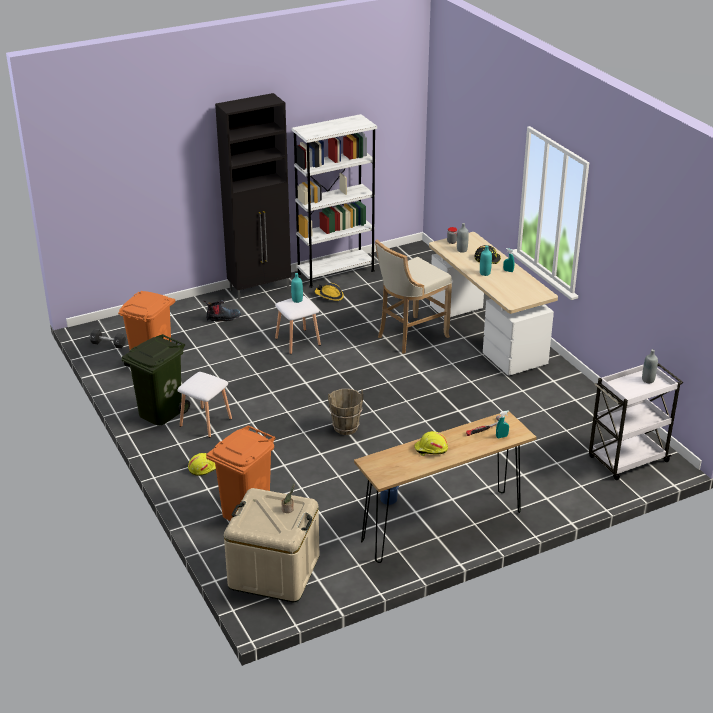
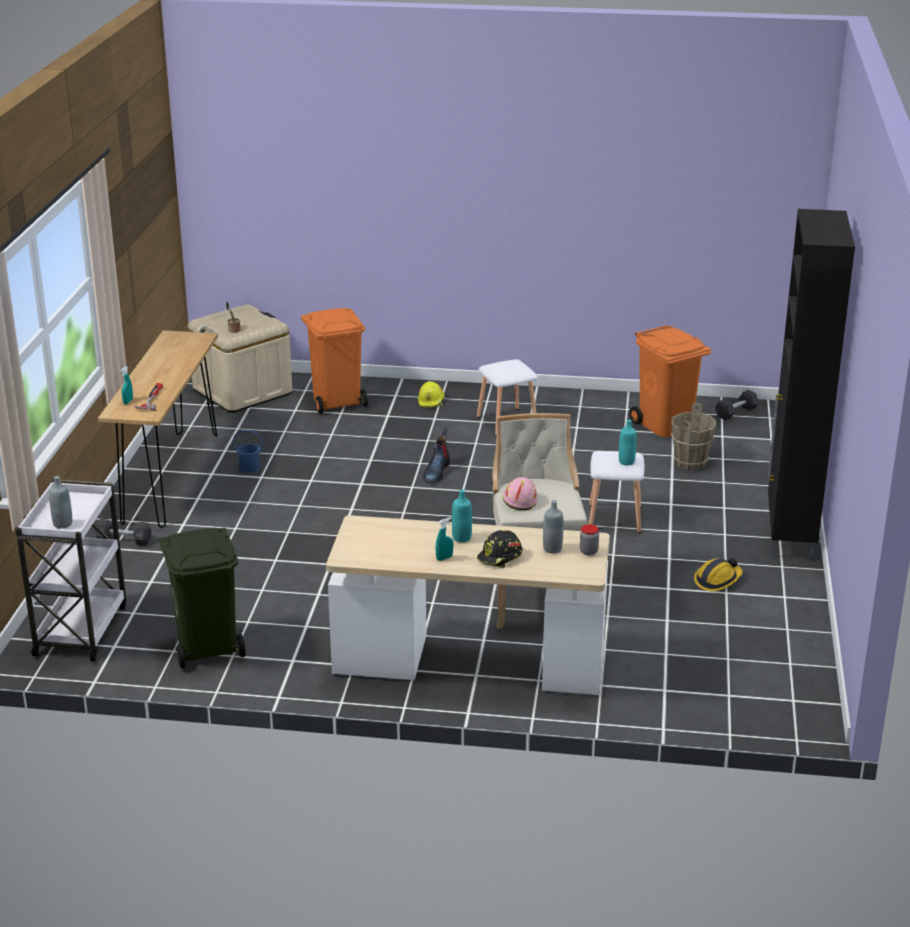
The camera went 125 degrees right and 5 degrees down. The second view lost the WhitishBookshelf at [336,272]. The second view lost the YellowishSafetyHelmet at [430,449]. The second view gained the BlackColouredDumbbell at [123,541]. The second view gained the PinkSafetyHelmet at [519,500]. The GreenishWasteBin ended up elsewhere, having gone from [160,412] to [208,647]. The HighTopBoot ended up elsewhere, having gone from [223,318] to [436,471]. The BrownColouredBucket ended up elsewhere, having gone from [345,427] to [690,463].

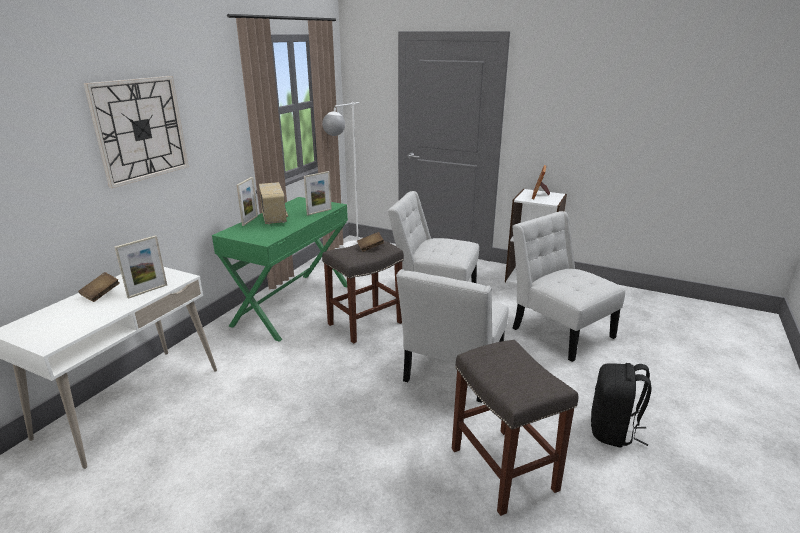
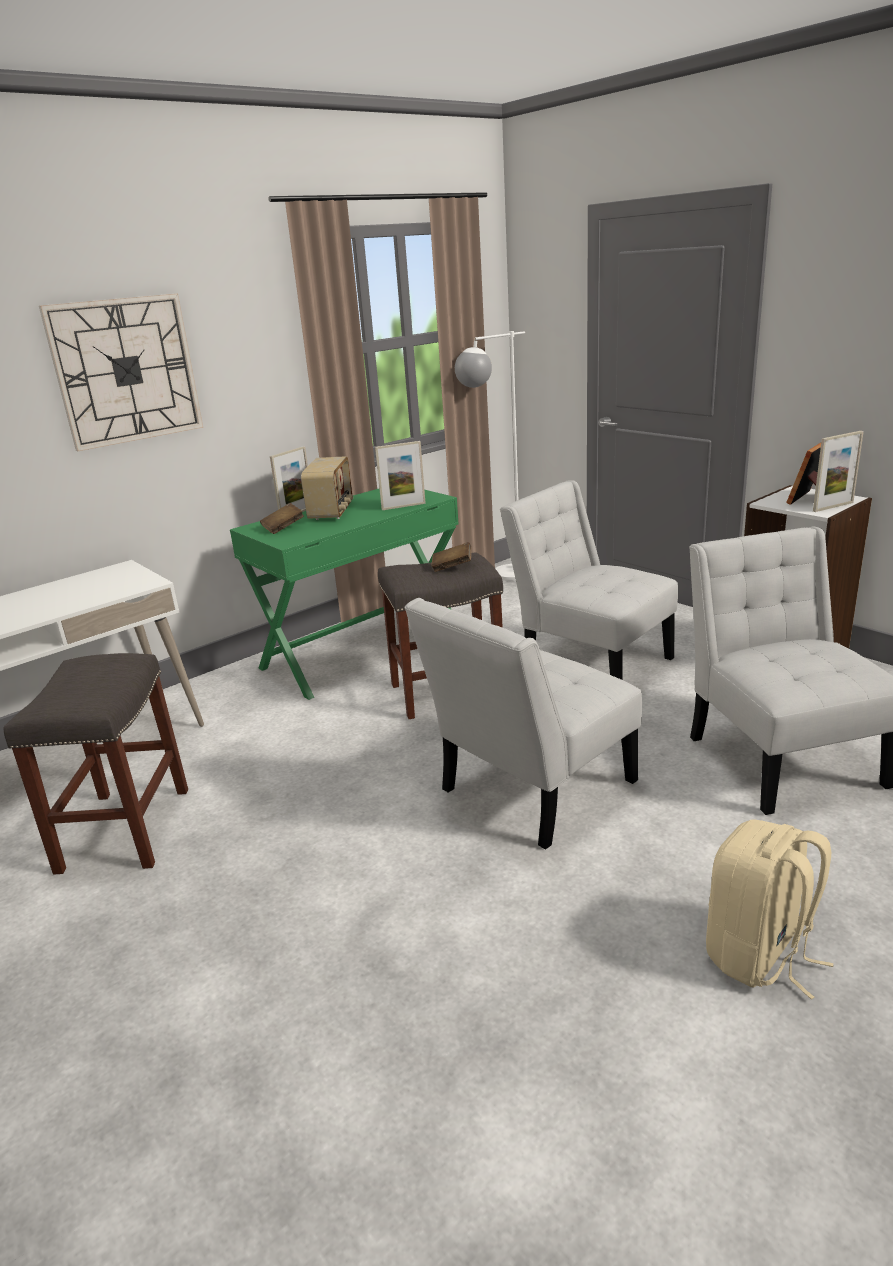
The camera went 25 degrees right and 0 degrees up. The BrownColouredBook ended up elsewhere, having gone from [101,294] to [283,528]. The StandingFrame ended up elsewhere, having gone from [147,291] to [833,507]. The GrayStool ended up elsewhere, having gone from [504,469] to [125,830]. What was the BlackColouredKnapsack at [613,431] turned into the SandColouredKnapsack at [760,955].

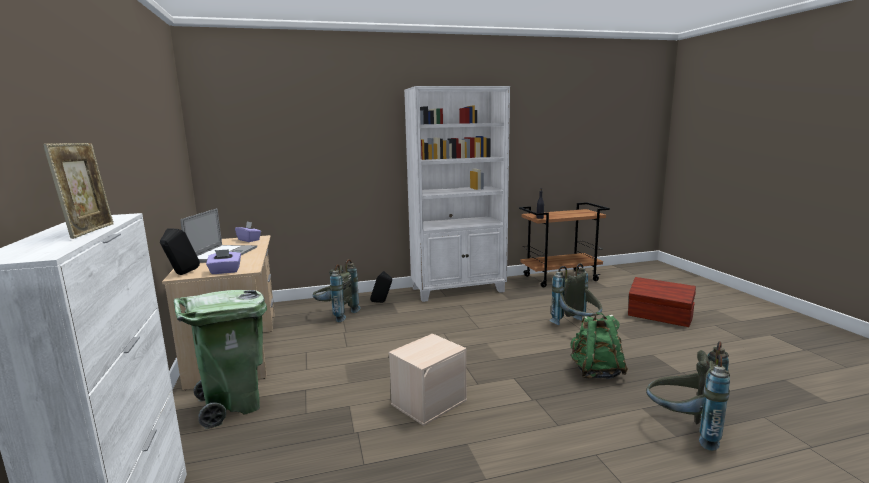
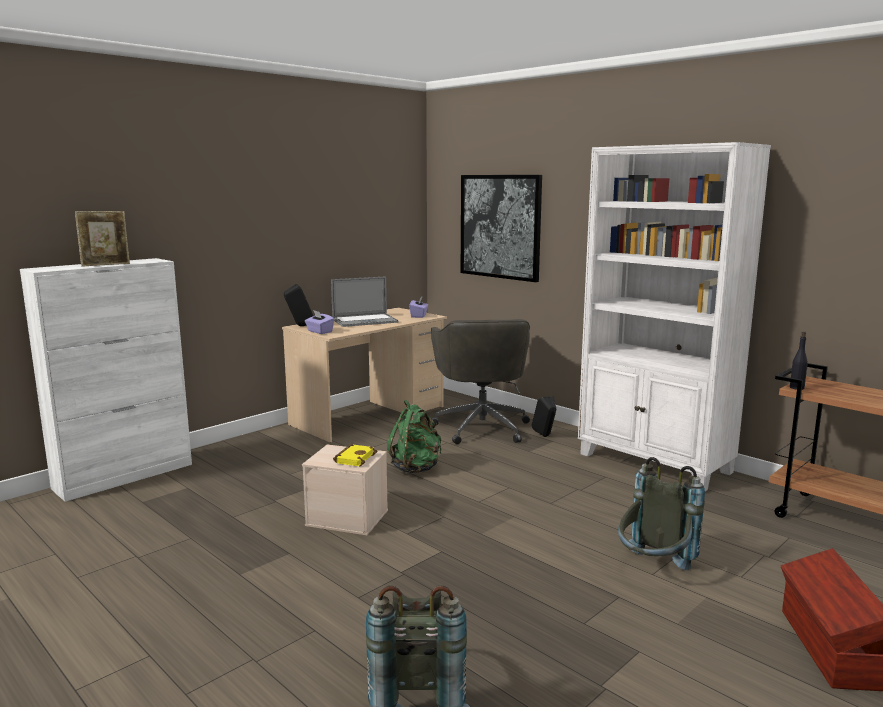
The camera went 60 degrees right and 0 degrees up. The second view lost the GreenishWasteBin at [232,405]. The second view gained the YellowishBook at [354,458]. The second view gained the Picture at [500,226]. The GreenishKnapsack ended up elsewhere, having gone from [596,372] to [416,468]. Where the GrayKnapsack stood at [335,315], the GrayComputerChair came to stand at [481,427].

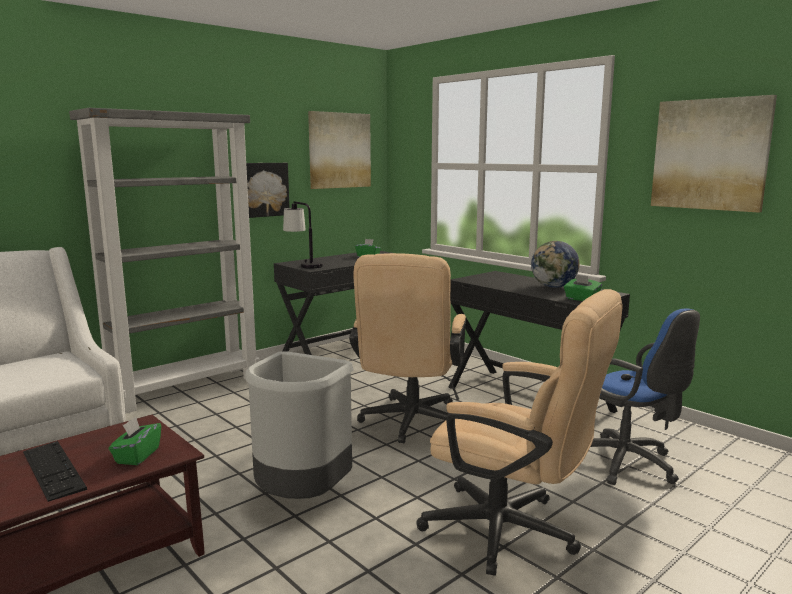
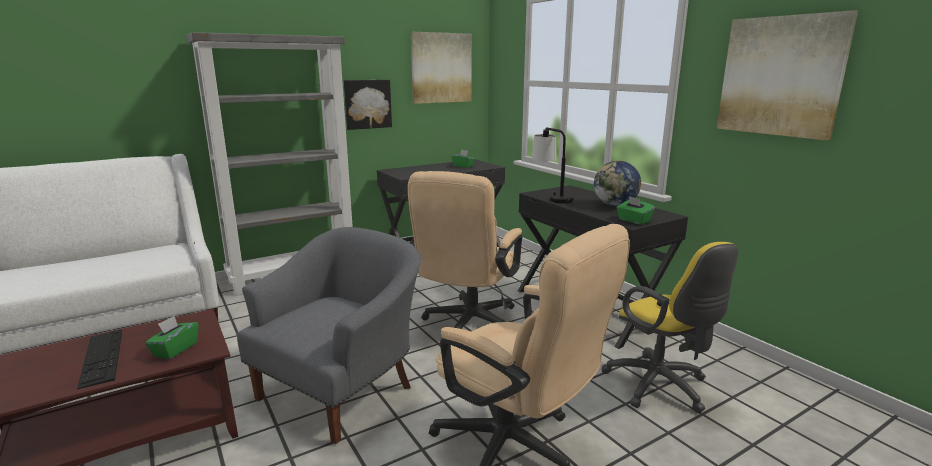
The camera went 10 degrees right and 5 degrees up. The TabletopLamp ended up elsewhere, having gone from [303,265] to [551,198]. Where the GrayWasteBin stood at [301,498], the GrayEasyChair came to stand at [342,390]. What was the BlueComputerChair at [629,465] turned into the YellowishComputerChair at [660,387].

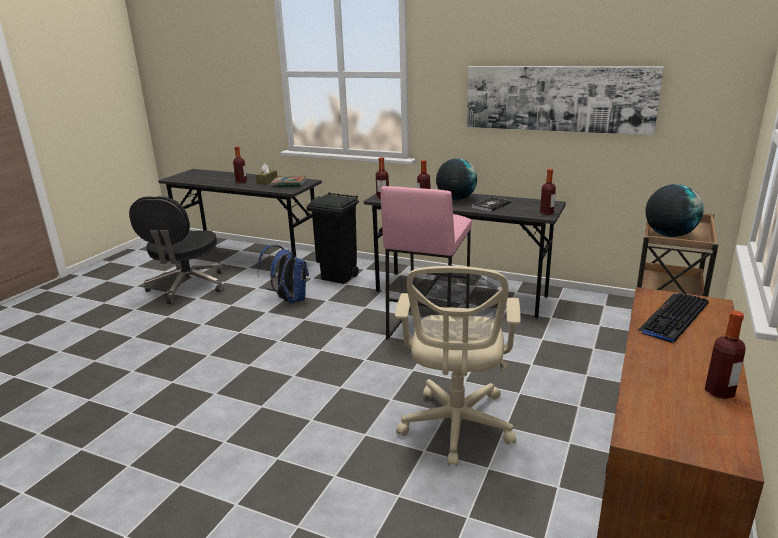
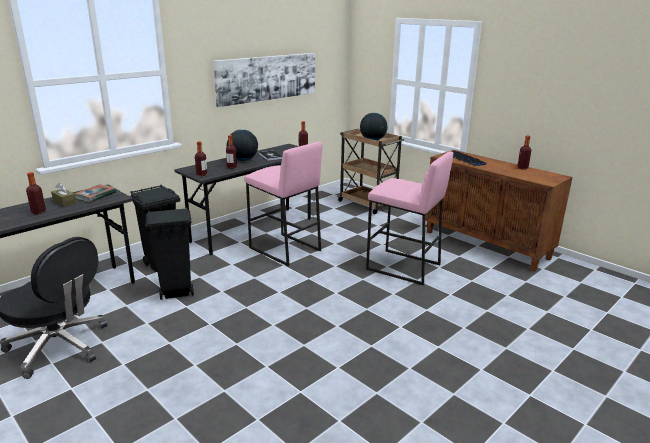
The camera went 70 degrees left and 0 degrees up. Where the BlueKnapsack stood at [289,300], the BlackColouredWasteBin came to stand at [176,292]. Where the SandColouredComputerChair stood at [456,428], the PinkStool came to stand at [403,267].

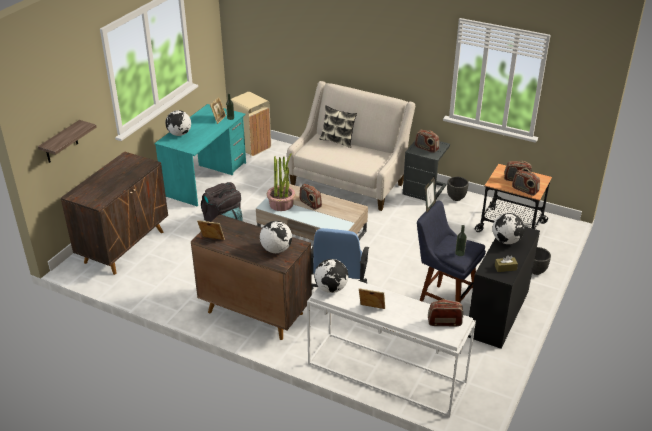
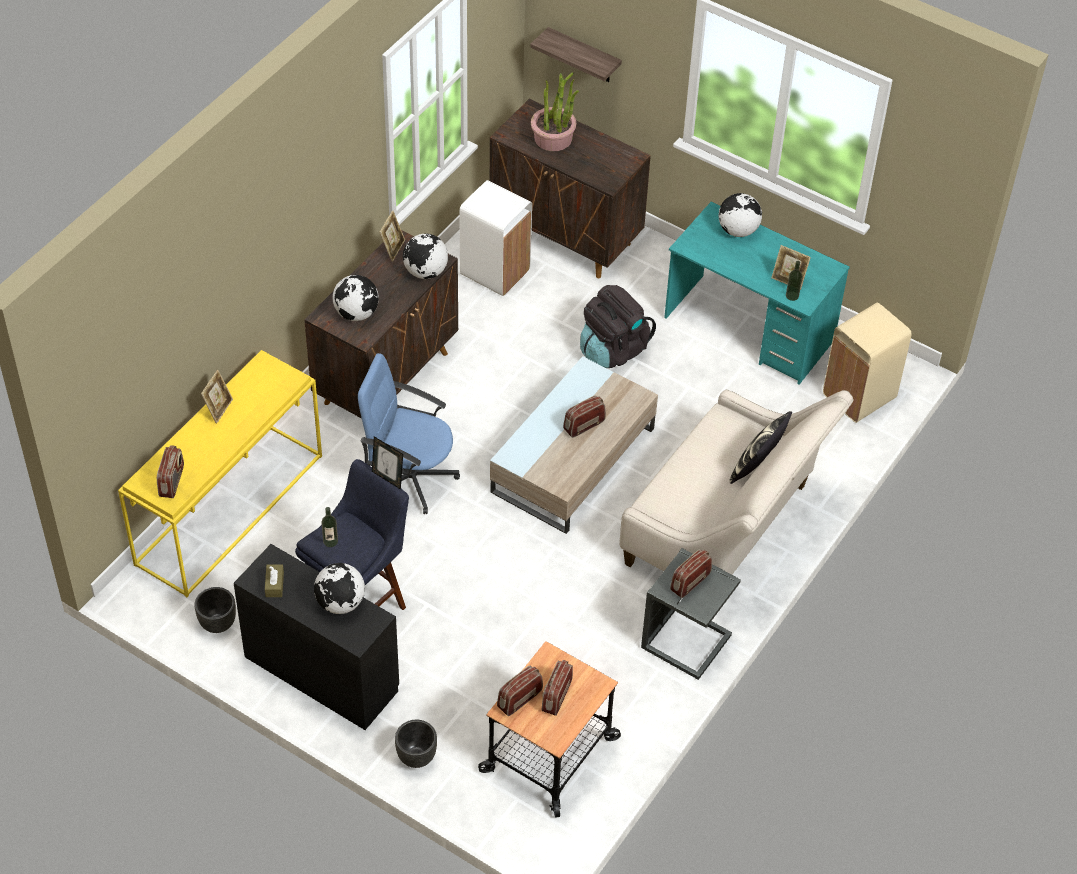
The camera went 95 degrees right and 15 degrees up. The second view gained the WhitishWasteBin at [495,273]. The PlantInAPot ended up elsewhere, having gone from [281,204] to [553,138]. The WorldGlobe ended up elsewhere, having gone from [331,289] to [425,272]. The BlackColouredPlanter ended up elsewhere, having gone from [456,198] to [217,624]. What was the WhitishNarrowTable at [384,374] turned into the YellowishNarrowTable at [229,508].

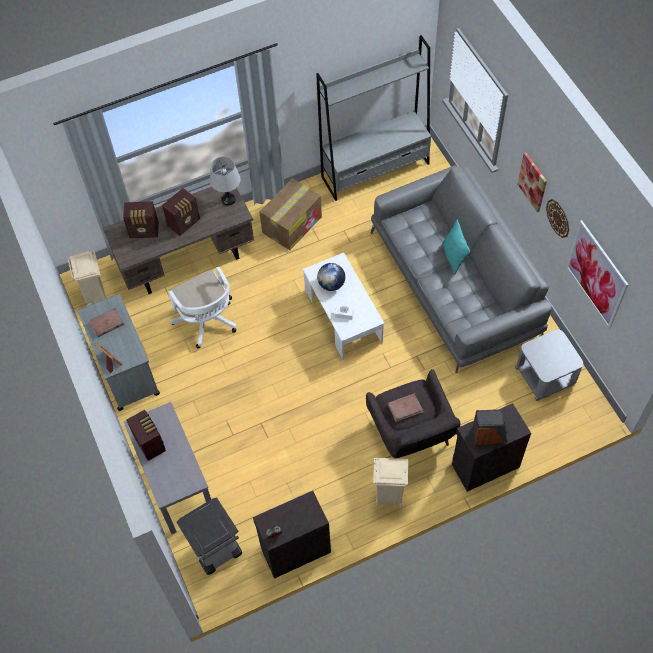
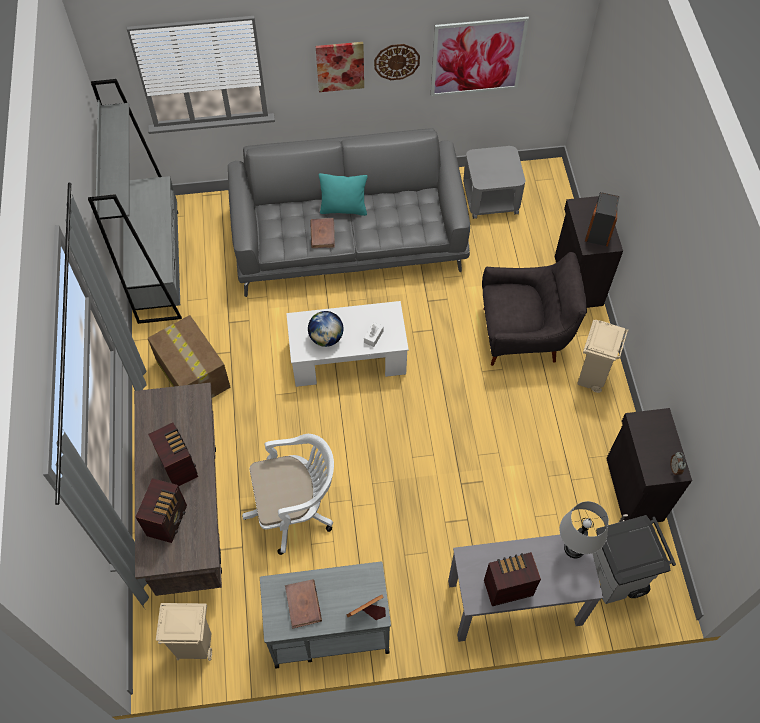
The camera went 75 degrees left and 0 degrees up. The GrayTabletopLamp ended up elsewhere, having gone from [228,200] to [574,548]. The BrownColouredBook ended up elsewhere, having gone from [405,408] to [322,234].

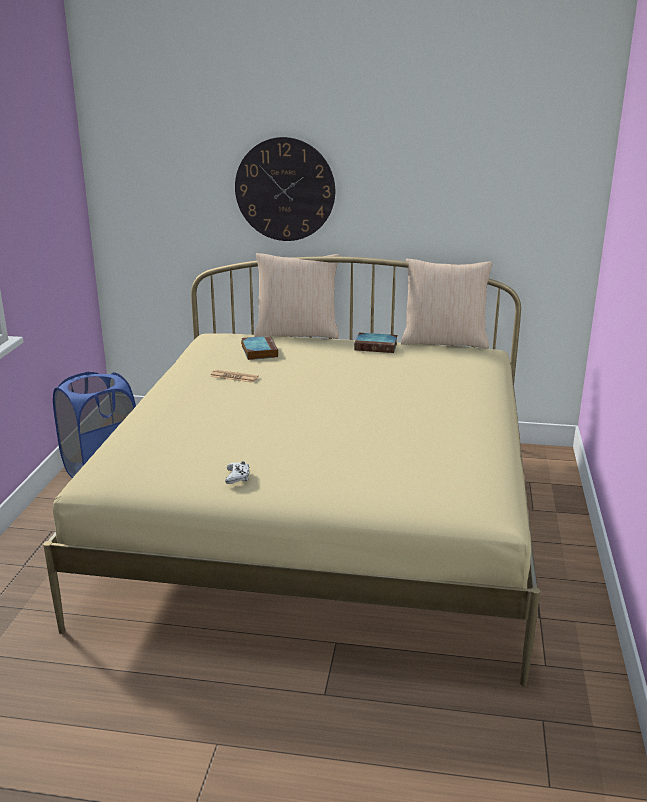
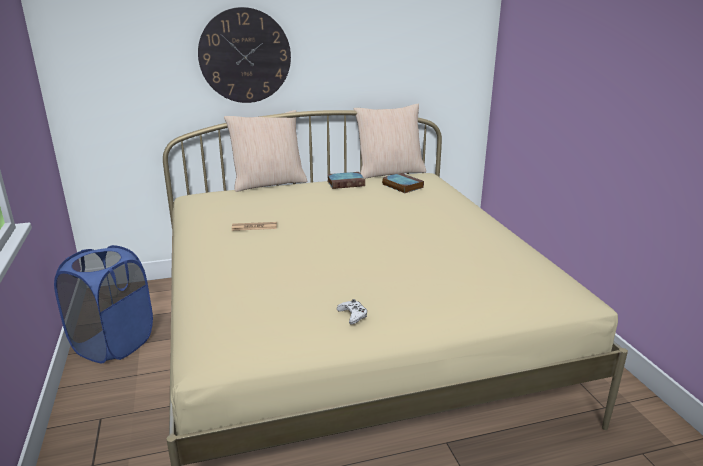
The camera went 25 degrees left and 0 degrees up. The Book ended up elsewhere, having gone from [259,351] to [401,186].

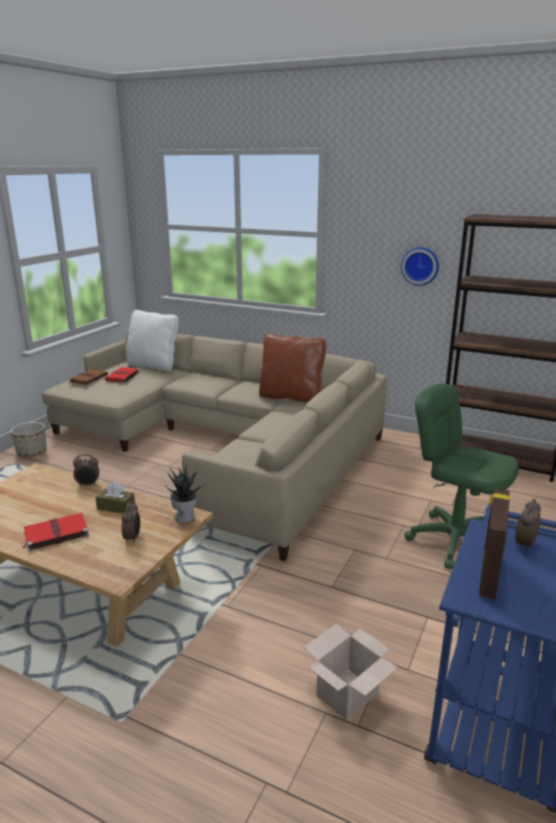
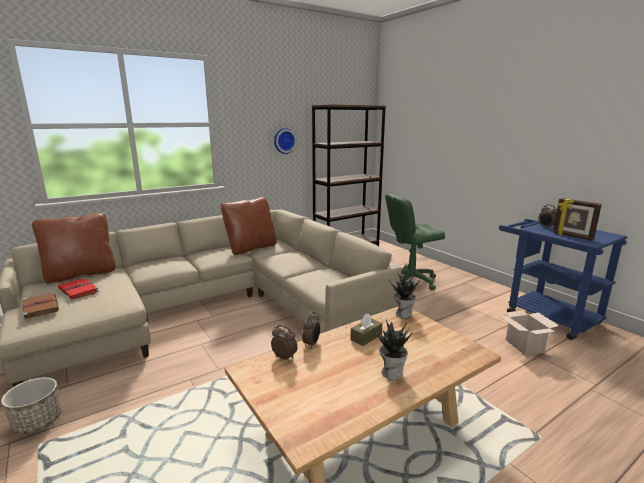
The camera went 60 degrees left and 5 degrees down. The TableClock ended up elsewhere, having gone from [133,538] to [284,357]. Where the ReddishBook stood at [55,533], the PlantInAPot came to stand at [392,372]. What was the WhitishThrowPillow at [154,365] turned into the BrownColouredThrowPillow at [81,274].

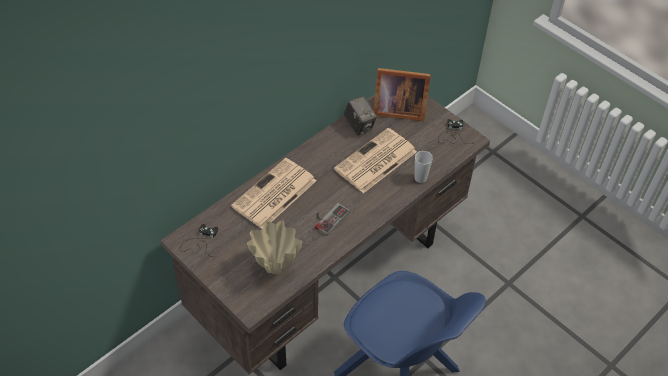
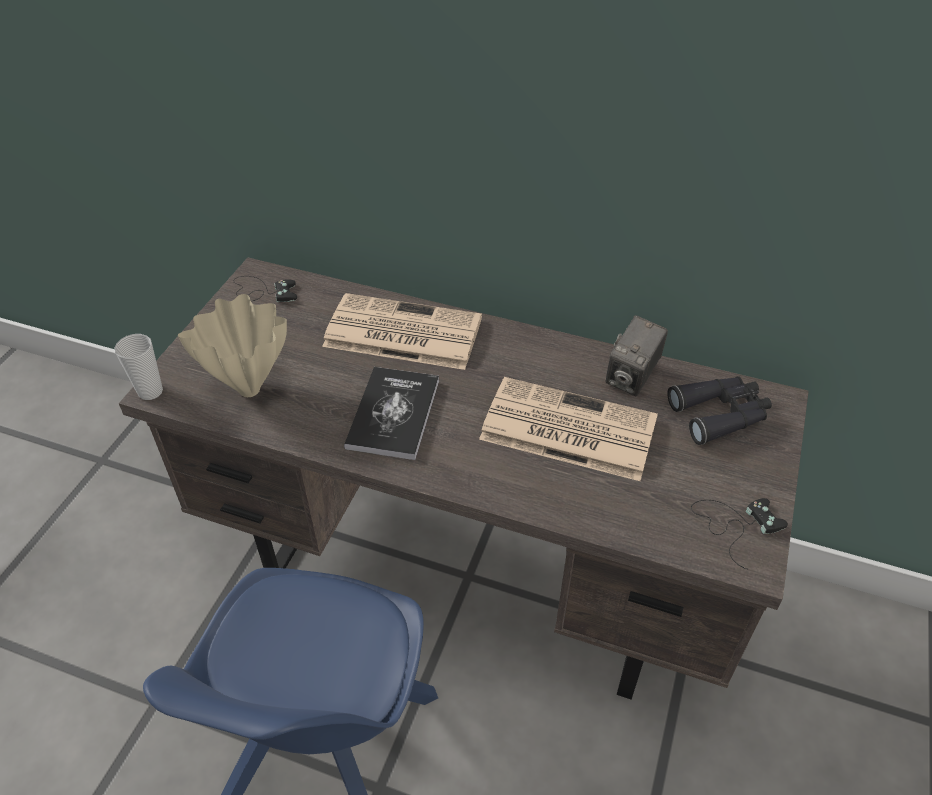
The camera went 65 degrees right and 5 degrees down. The SmallCup ended up elsewhere, having gone from [420,178] to [150,391]. Where the GameController stood at [328,218], the Book came to stand at [393,414]. Where the StandingFrame stood at [397,109], the BlackColouredFieldGlasses came to stand at [720,414].

